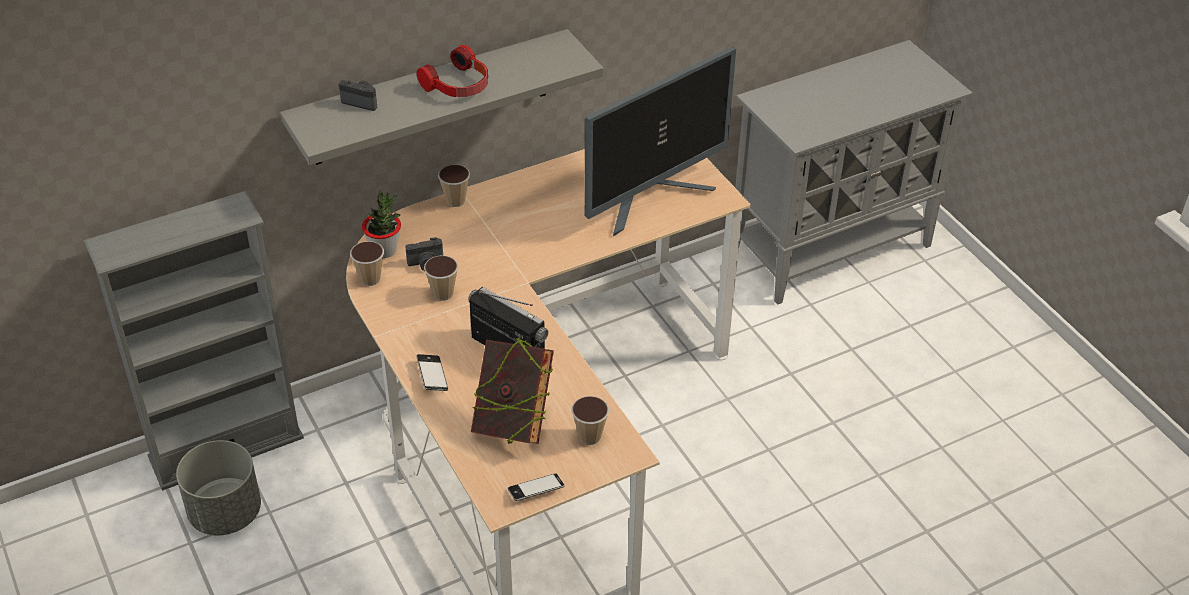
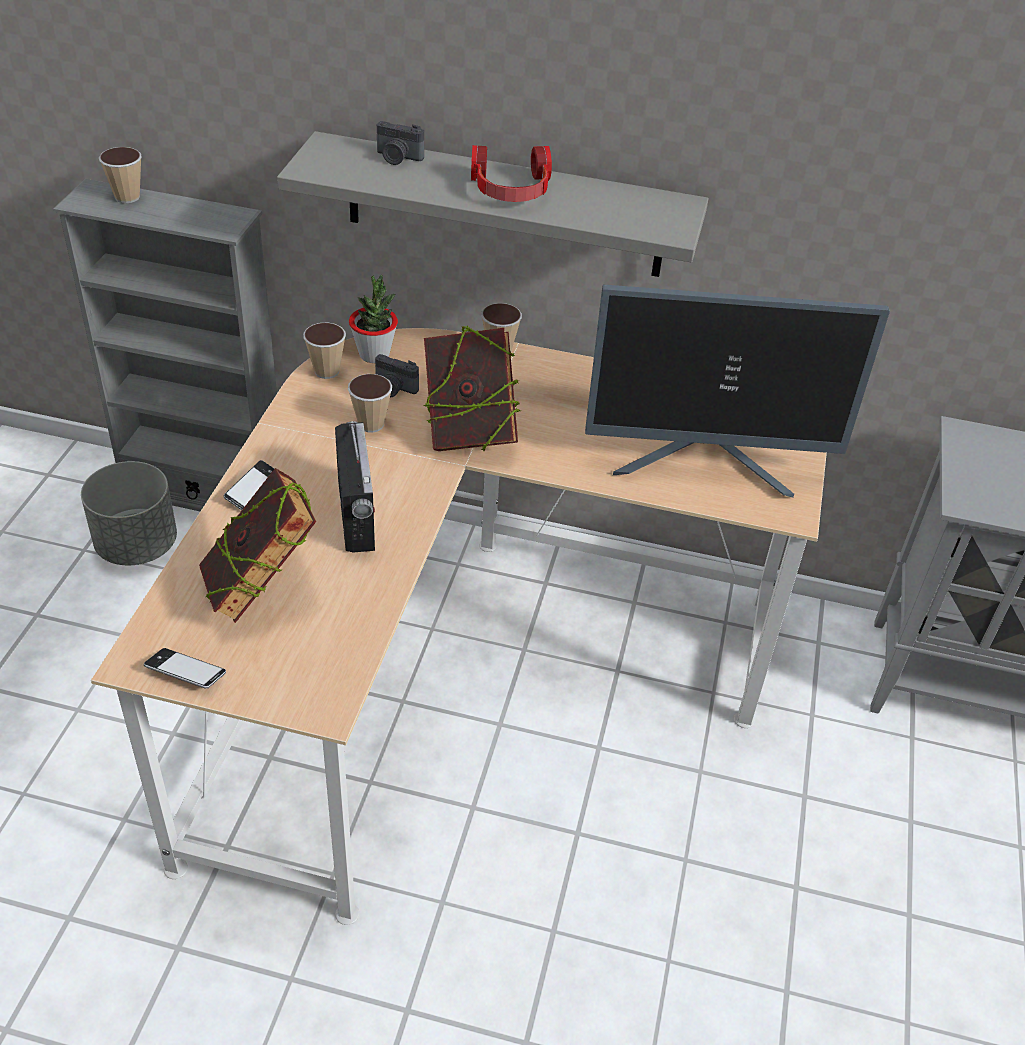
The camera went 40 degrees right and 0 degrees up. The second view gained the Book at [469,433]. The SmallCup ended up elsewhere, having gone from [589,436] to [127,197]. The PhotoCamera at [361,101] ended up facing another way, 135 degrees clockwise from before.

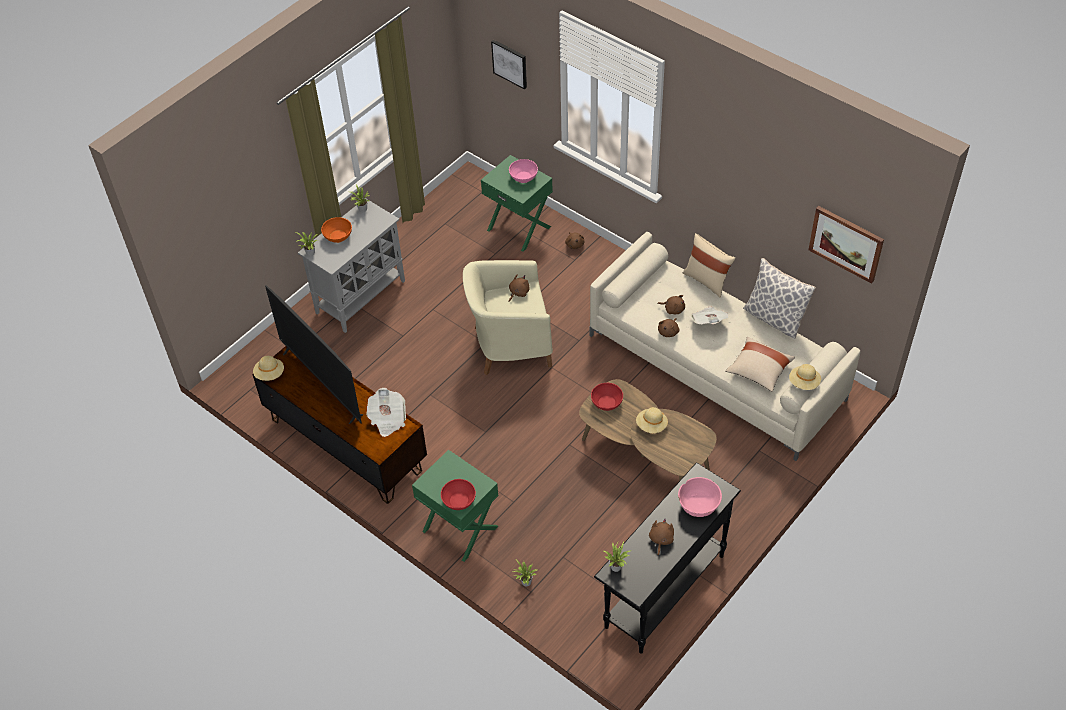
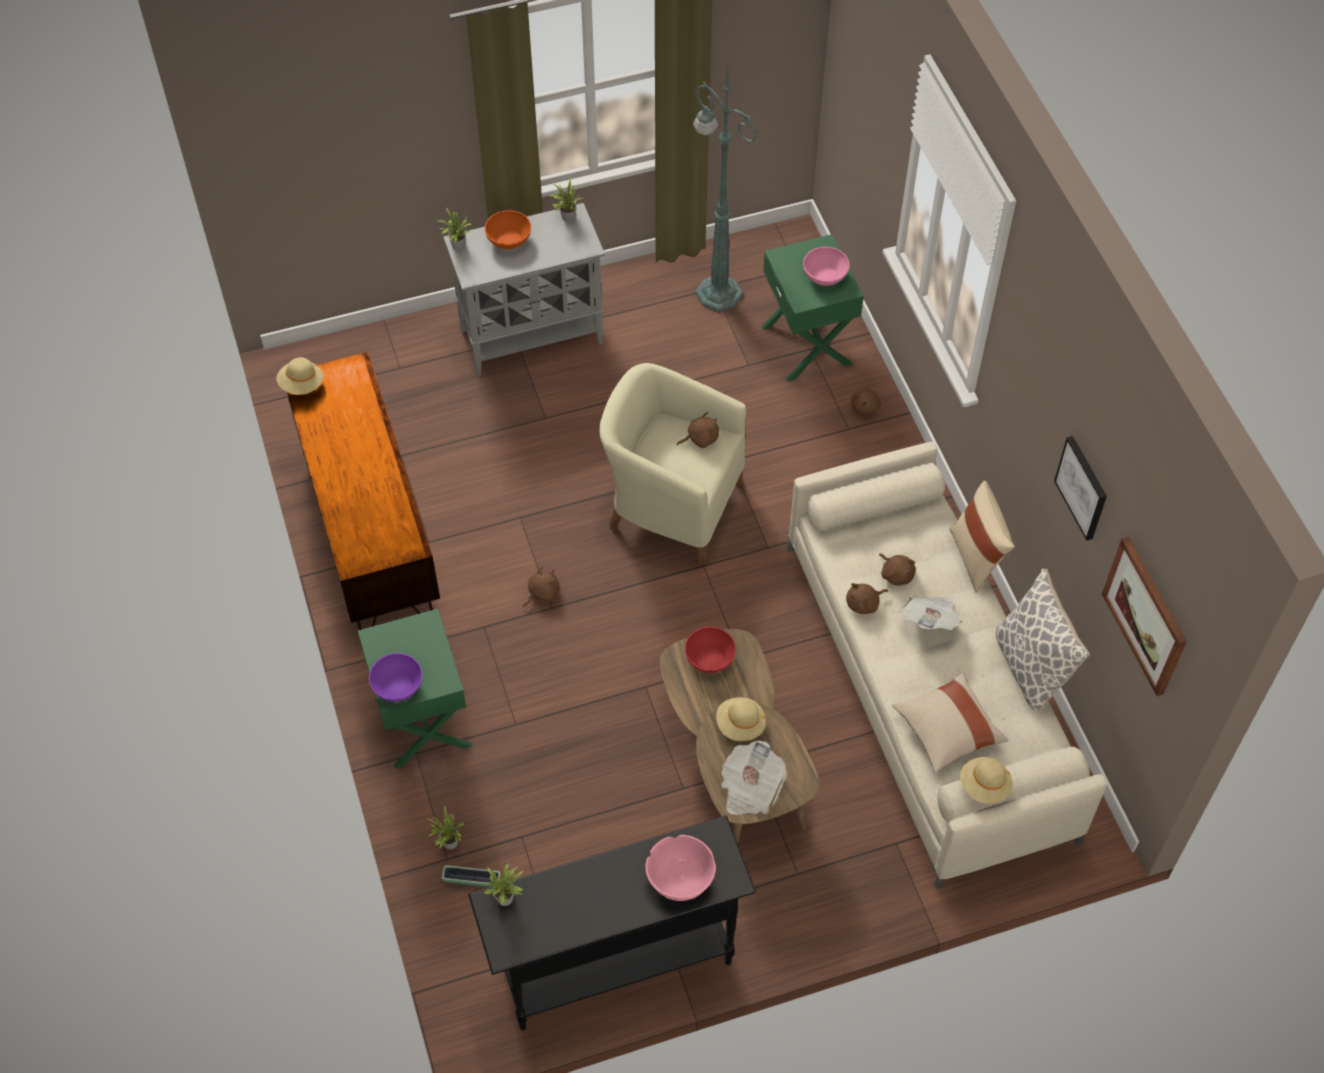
The camera went 30 degrees right and 5 degrees up. The second view lost the TvSet at [322,384]. The second view gained the Planter at [472,880]. The second view gained the GreenishFloorLamp at [717,292]. The Newspaper ended up elsewhere, having gone from [387,419] to [750,788]. The Picture ended up elsewhere, having gone from [510,63] to [1082,487]. The BrownColouredCuddlyToy ended up elsewhere, having gone from [661,539] to [542,593]. What was the ReddishDeepDish at [458,500] turned into the PurpleColouredDeepDish at [398,685].

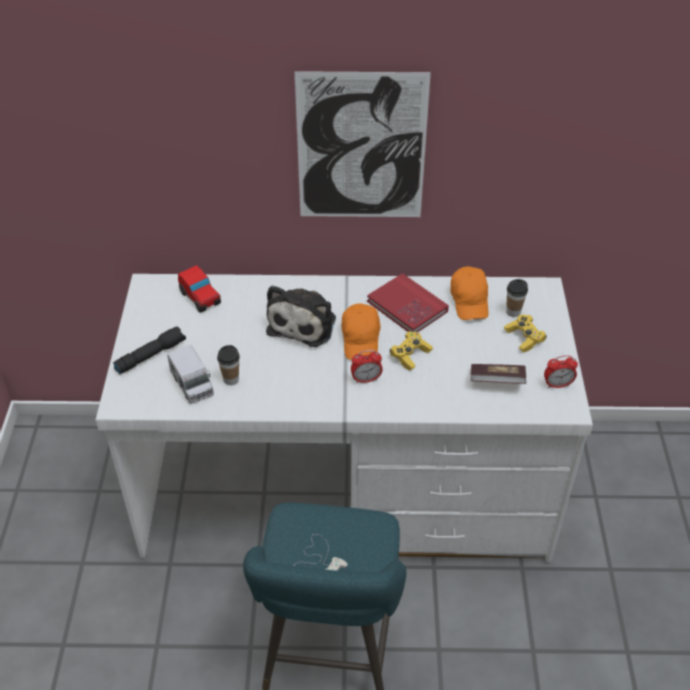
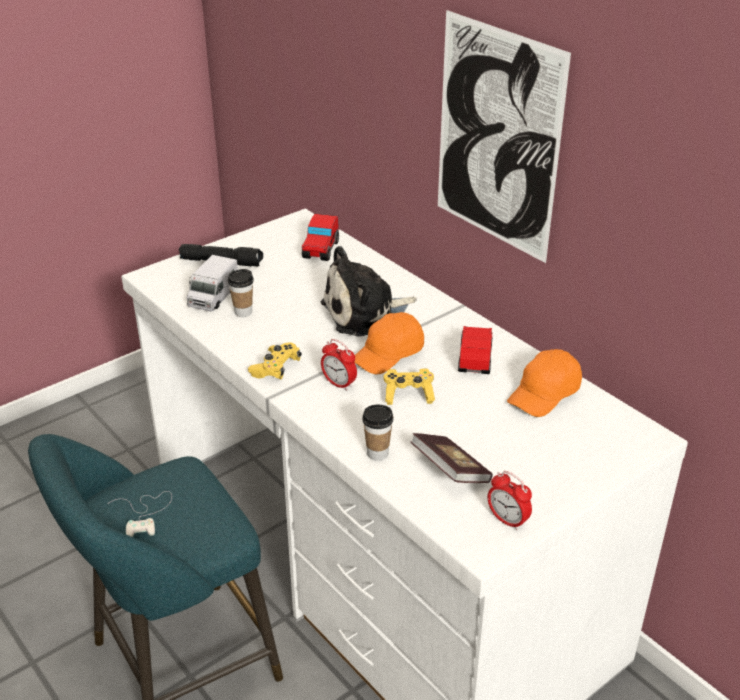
The camera went 50 degrees right and 10 degrees down. The YellowishGameController ended up elsewhere, having gone from [524,338] to [276,369]. The SmallCup ended up elsewhere, having gone from [513,312] to [377,453]. Where the ReddishBook stood at [407,306], the ModelCar came to stand at [475,359].

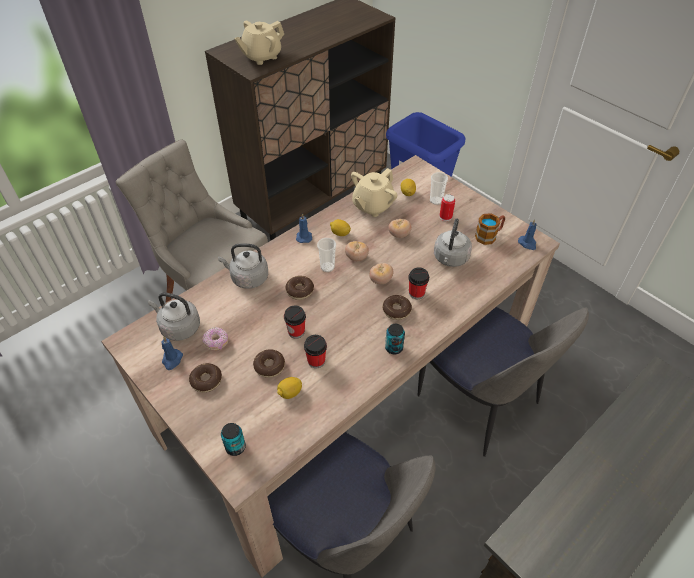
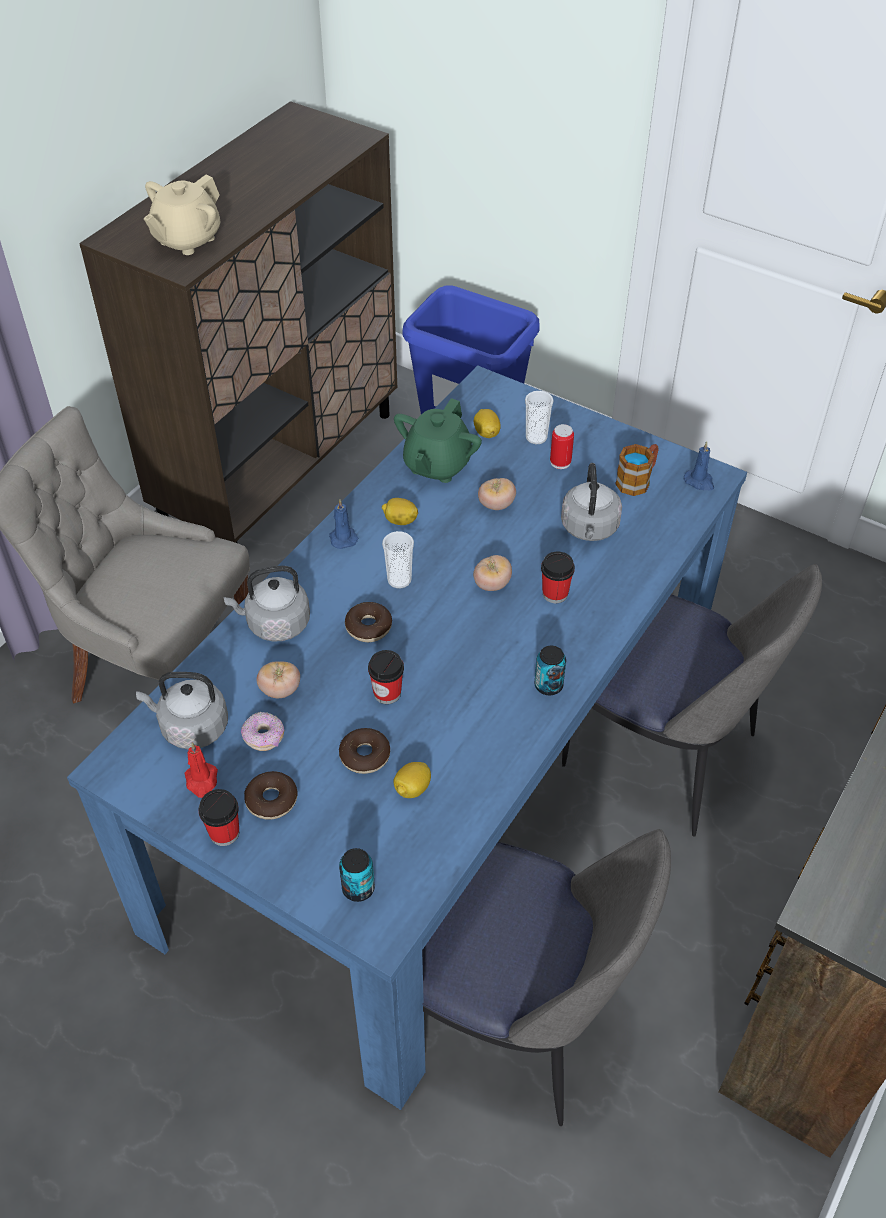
The camera went 15 degrees left and 0 degrees up. The second view lost the RingDoughnut at [396,310]. The SmallCup ended up elsewhere, having gone from [316,361] to [224,833]. The Tomato ended up elsewhere, having gone from [356,258] to [280,690]. What was the SandColouredDinnerTable at [347,388] turned into the BlueDinnerTable at [443,779]. What was the BlueWaxLight at [172,360] turned into the ReddishWaxLight at [202,781]. What was the SandColouredTeaPot at [372,206] turned into the GreenishTeaPot at [437,465].

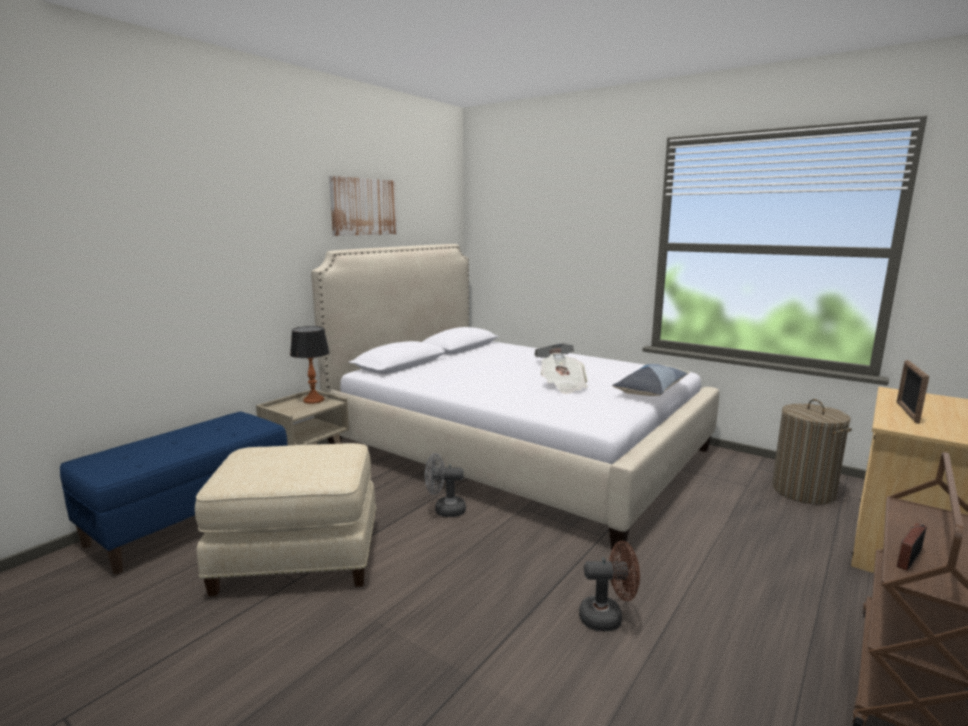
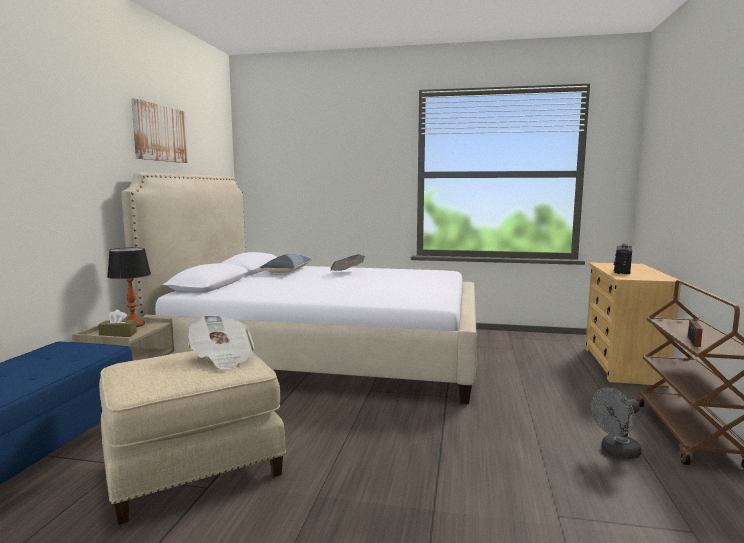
The camera went 25 degrees left and 5 degrees down. The second view lost the BrownColouredFan at [608,617]. The second view lost the LaundryBasket at [803,491]. The second view gained the BrownColouredTissueBox at [118,335]. The GrayFan ended up elsewhere, having gone from [444,510] to [616,452]. The Newspaper ended up elsewhere, having gone from [563,386] to [222,358]. The ThrowPillow ended up elsewhere, having gone from [651,390] to [287,271]. Where the StandingFrame stood at [907,412], the RadioSet came to stand at [622,271].

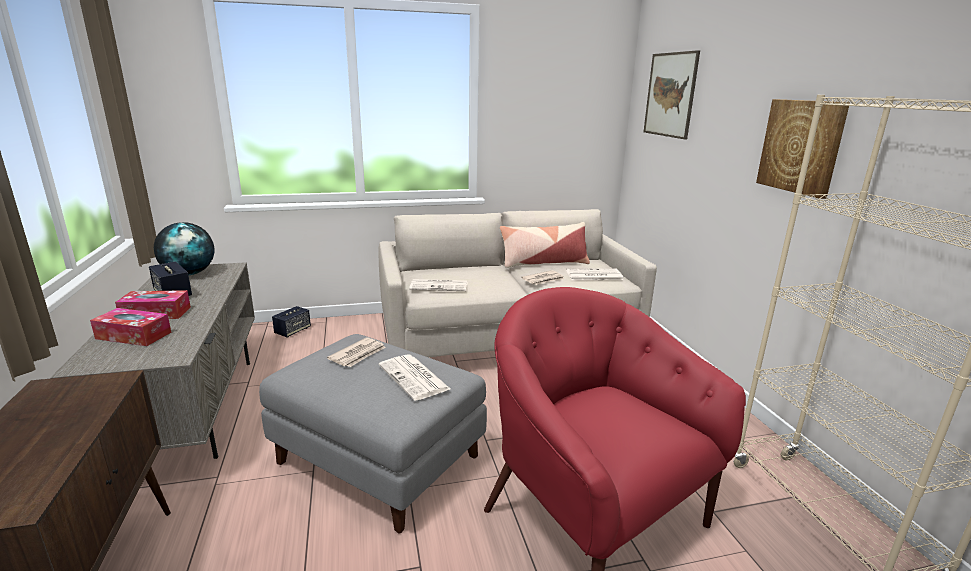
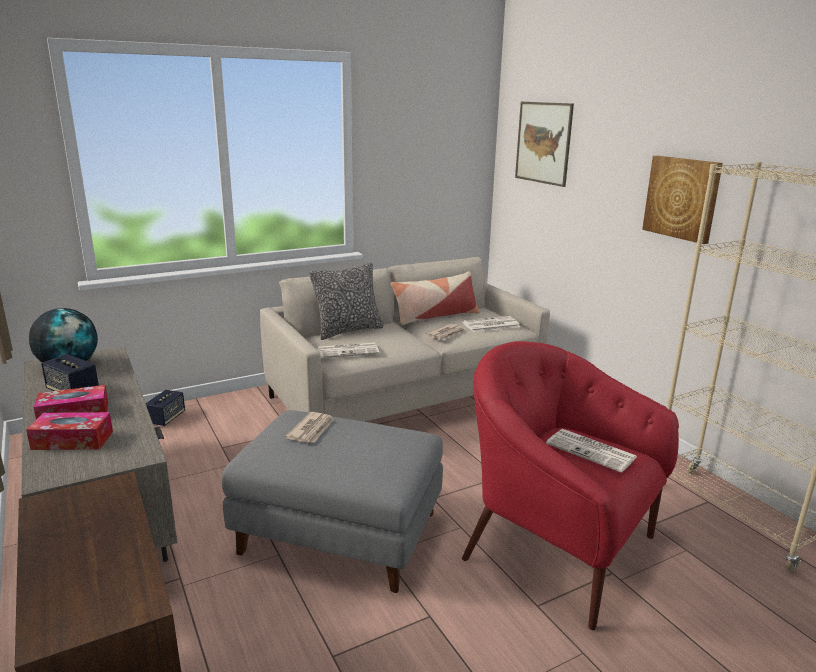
The camera went 15 degrees left and 0 degrees up. The second view gained the ThrowPillow at [348,330]. The Newspaper ended up elsewhere, having gone from [415,378] to [592,451].

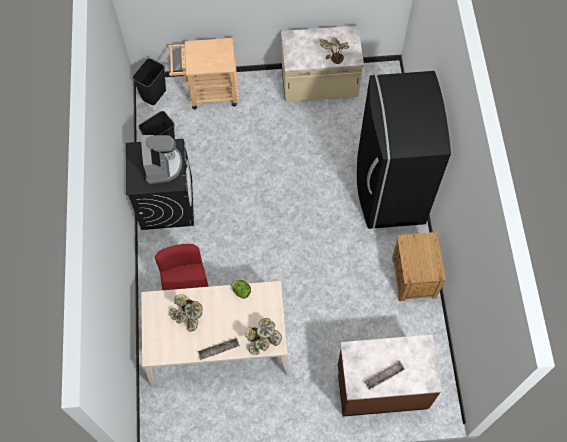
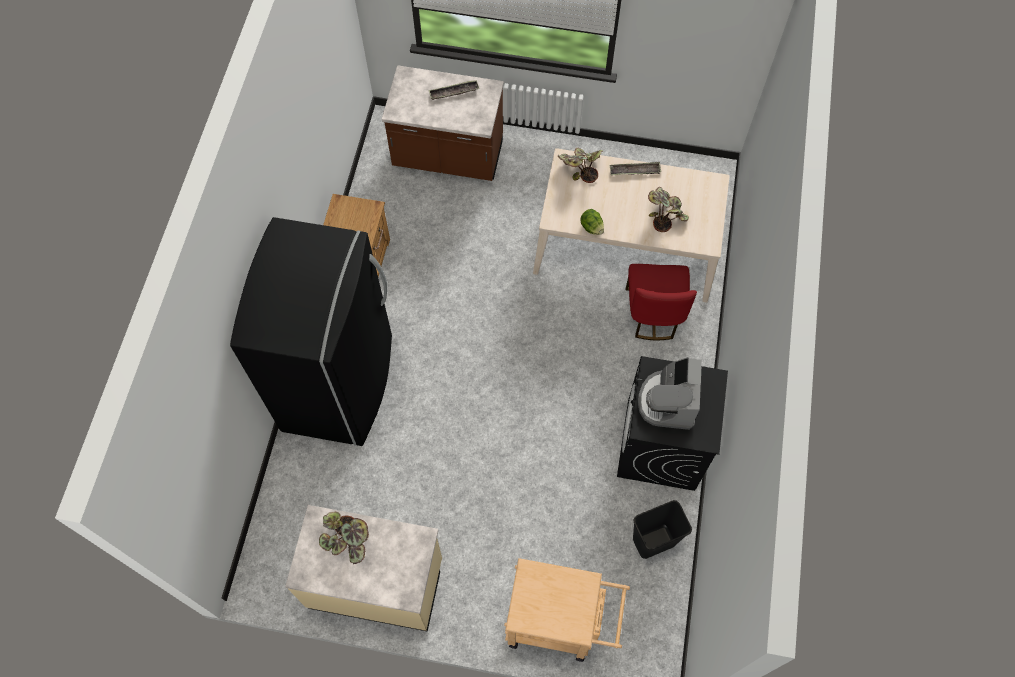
The camera went 165 degrees left and 0 degrees up. The second view lost the BlackColouredWasteBin at [153,94].

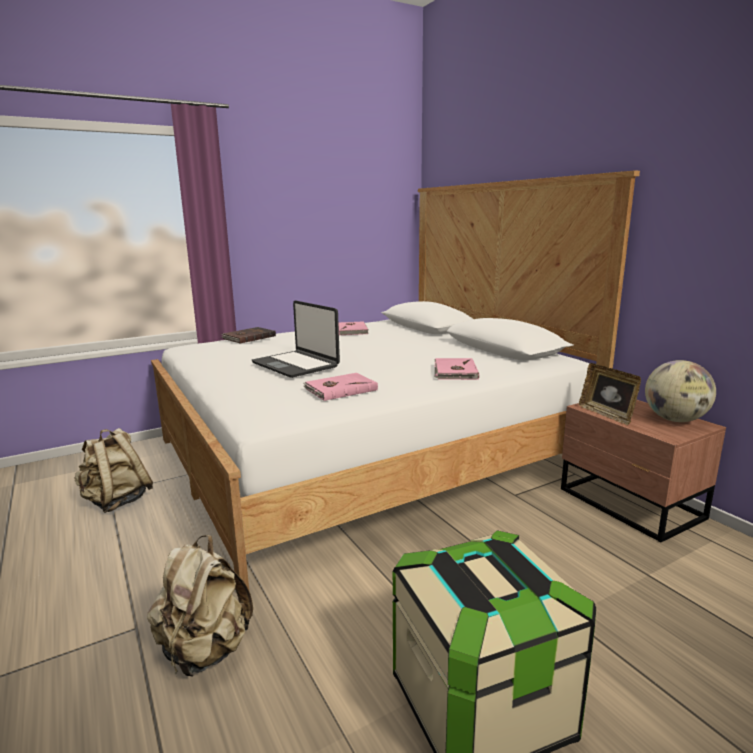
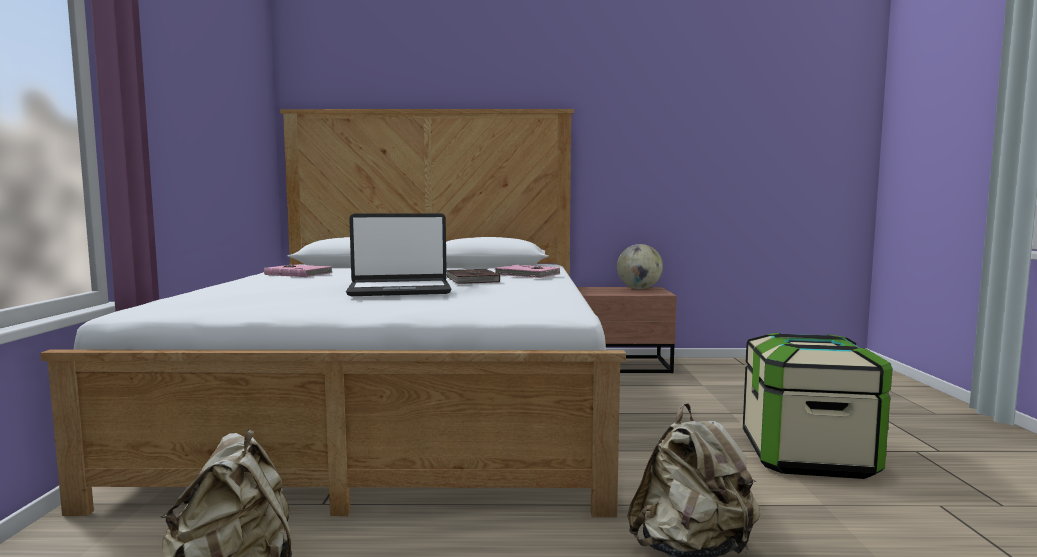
The camera went 60 degrees left and 10 degrees down. The second view lost the PinkBook at [340,389]. The second view lost the StandingFrame at [607,414]. The BrownColouredBook ended up elsewhere, having gone from [248,337] to [471,279].

